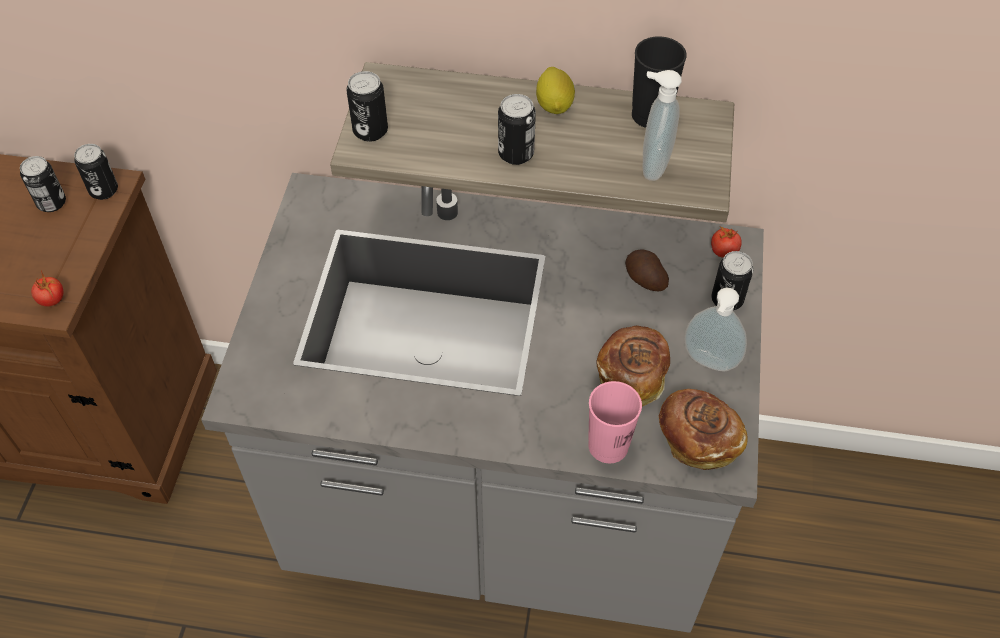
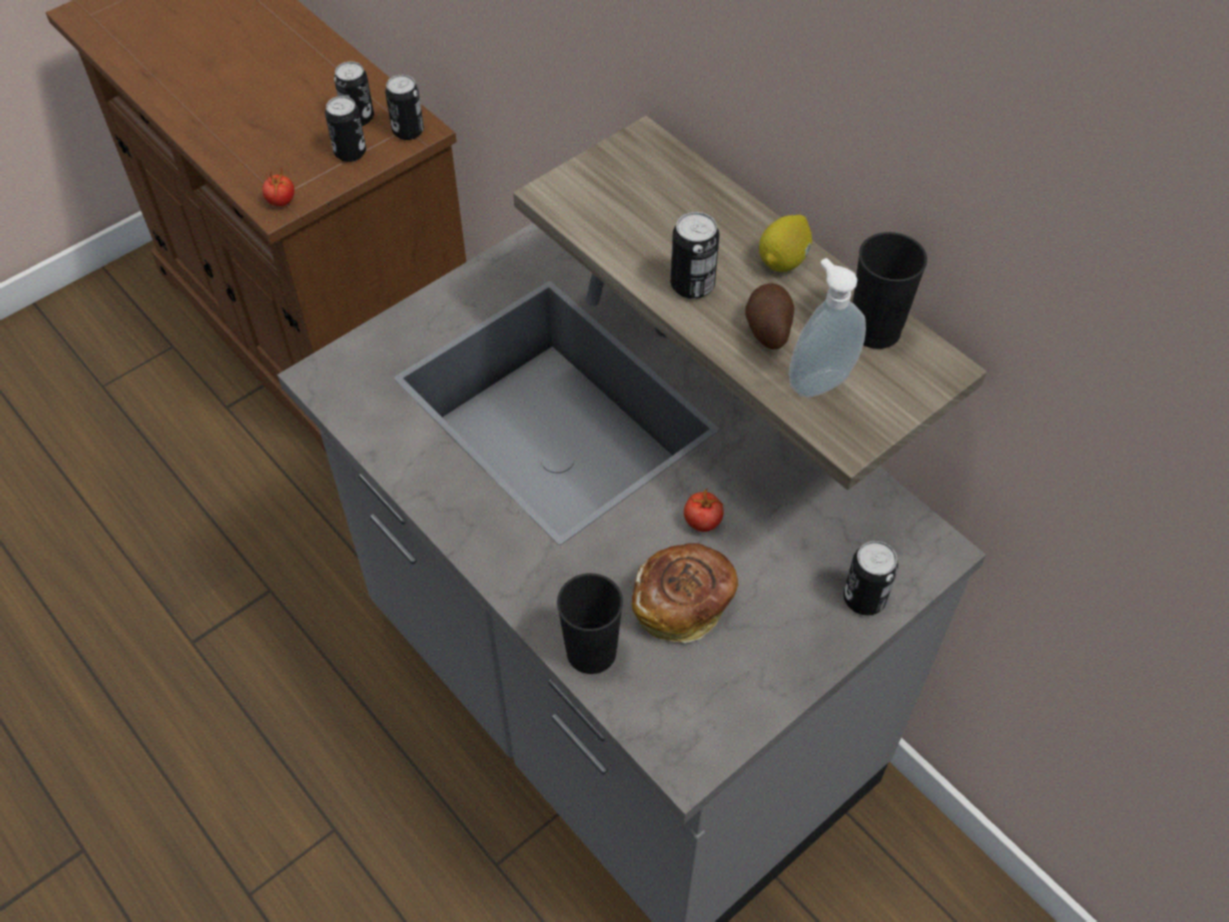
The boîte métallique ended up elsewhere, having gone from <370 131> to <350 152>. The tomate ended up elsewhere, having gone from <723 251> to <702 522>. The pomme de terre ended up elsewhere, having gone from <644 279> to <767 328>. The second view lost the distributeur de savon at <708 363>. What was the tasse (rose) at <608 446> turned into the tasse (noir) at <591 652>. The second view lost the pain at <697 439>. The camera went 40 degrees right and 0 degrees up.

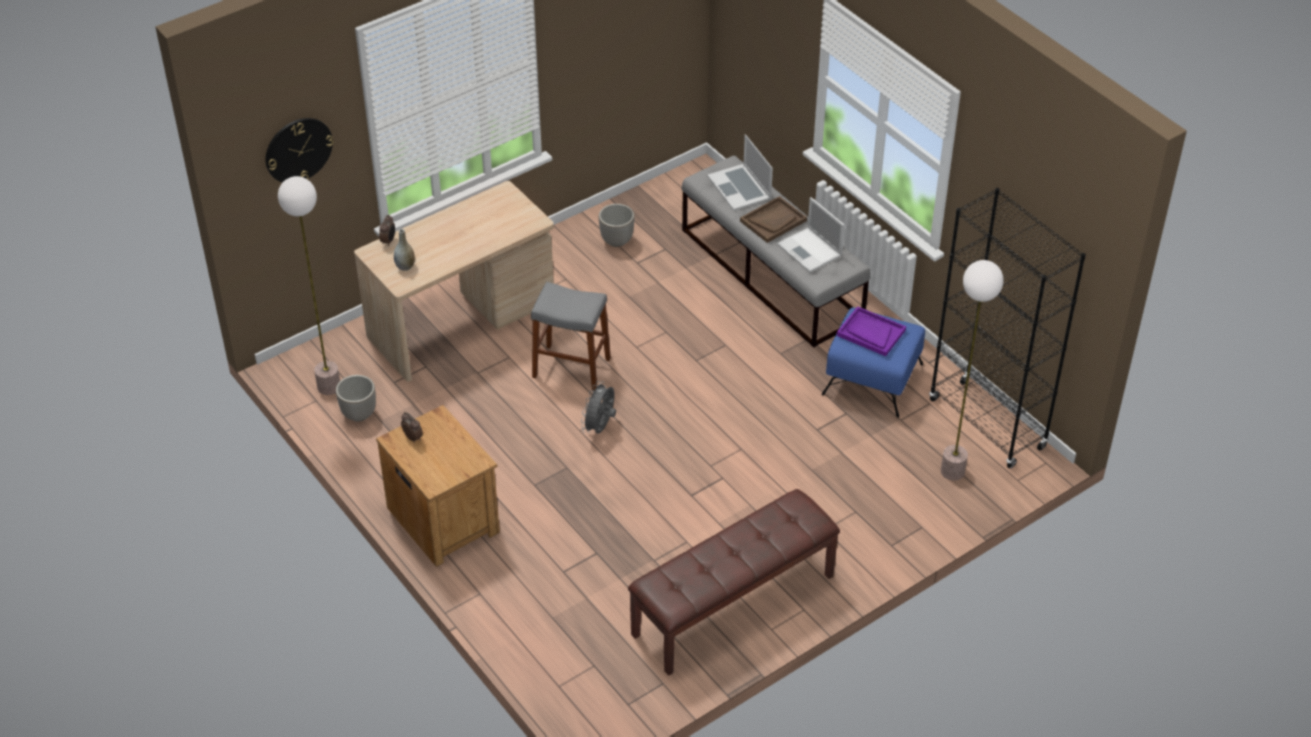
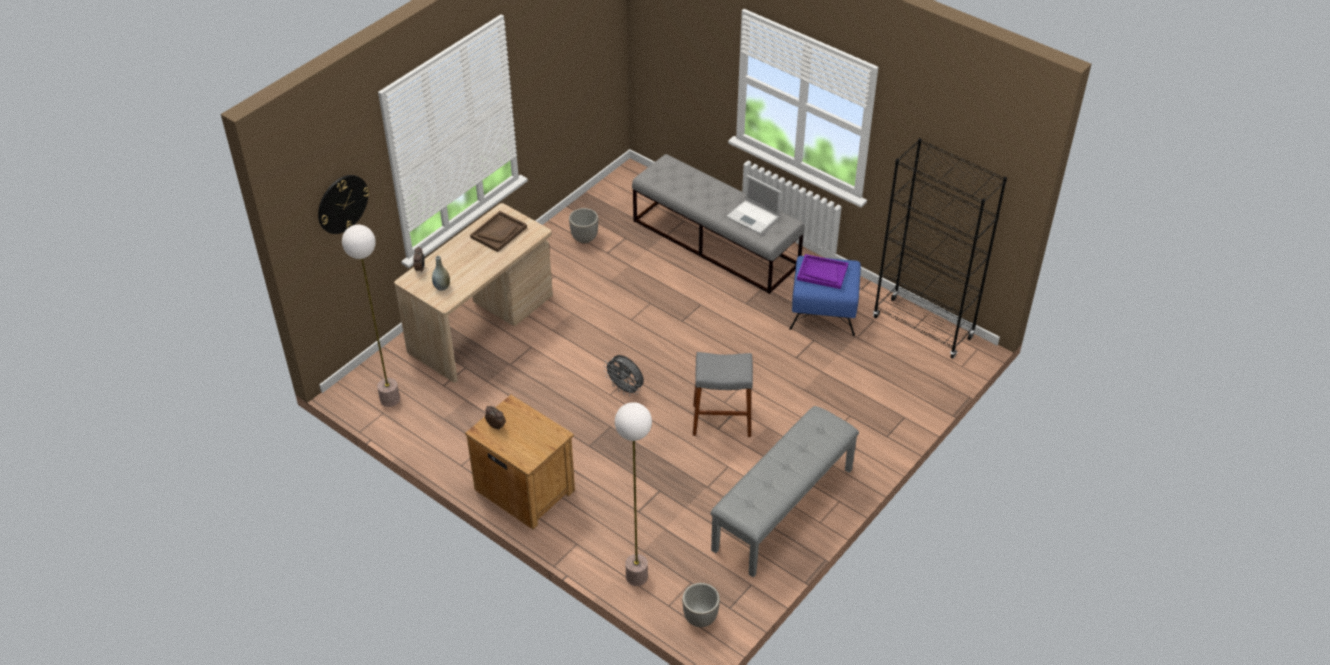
The second view lost the ordinateur portable at <739 187>. The plateau (marron) ended up elsewhere, having gone from <773 221> to <498 232>. The lampadaire ended up elsewhere, having gone from <952 471> to <636 577>. The tabouret (gris) ended up elsewhere, having gone from <571 368> to <721 420>. The cache-pot ended up elsewhere, having gone from <359 414> to <700 618>. The ventilateur (gris) at <600 427> ended up facing another way, 60 degrees counterclockwise from before. What was the banc (marron) at <733 606> turned into the banc (gris) at <783 510>. The camera went 15 degrees left and 0 degrees up.

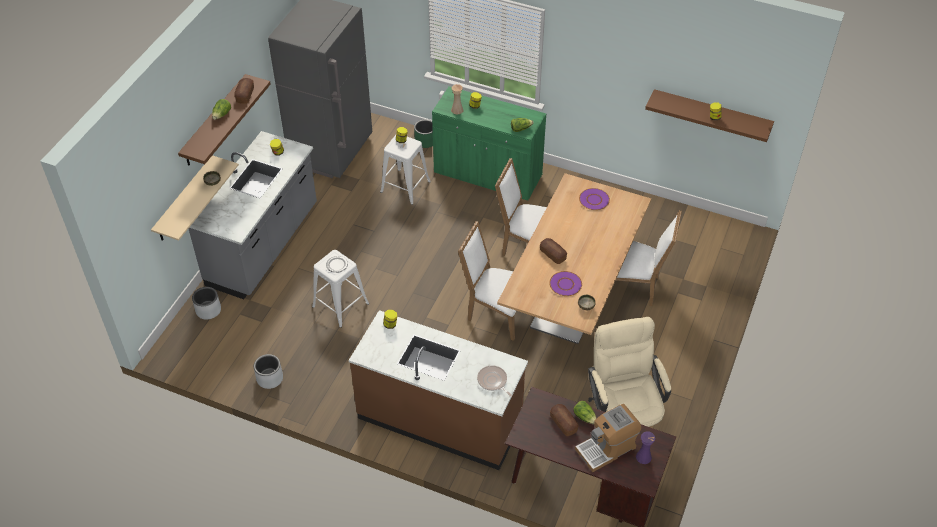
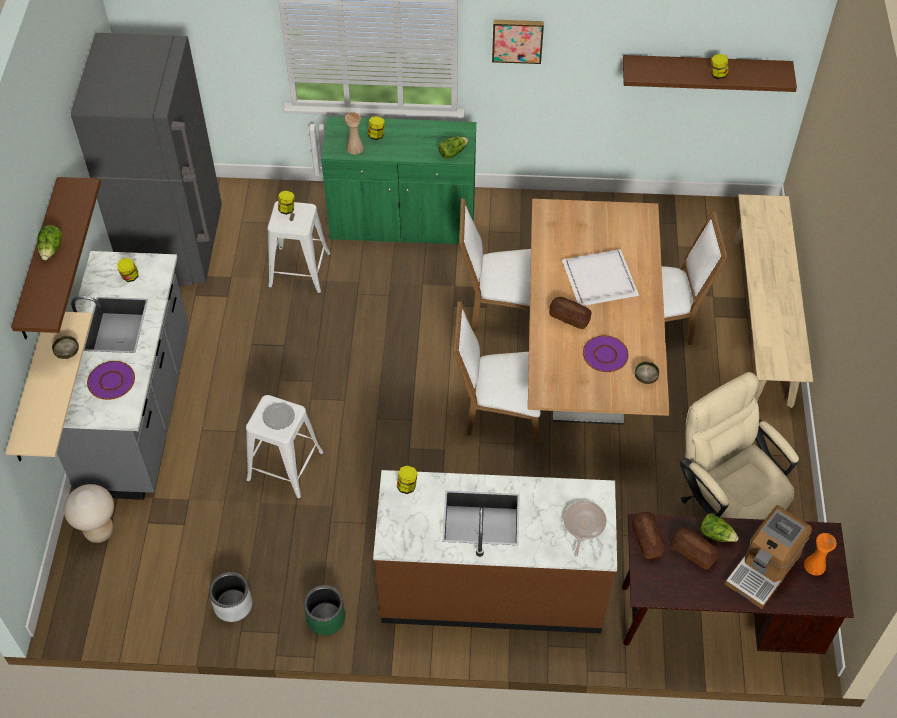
The pain ended up elsewhere, having gone from <245 95> to <646 539>. The cache-pot (vert) ended up elsewhere, having gone from <425 141> to <325 618>. The assiette (violet) ended up elsewhere, having gone from <594 200> to <111 381>. Where the cache-pot (gris) stood at <208 310>, the tabouret (beige) came to stand at <99 531>. The poêle at <493 381> ended up facing another way, 75 degrees clockwise from before. What was the vase (violet) at <643 457> turned into the vase (orange) at <814 565>. The second view gained the tableau at <517 40>. The second view gained the banc (beige) at <762 319>. The second view gained the plateau (blanc) at <601 280>. The camera went 20 degrees left and 5 degrees up.

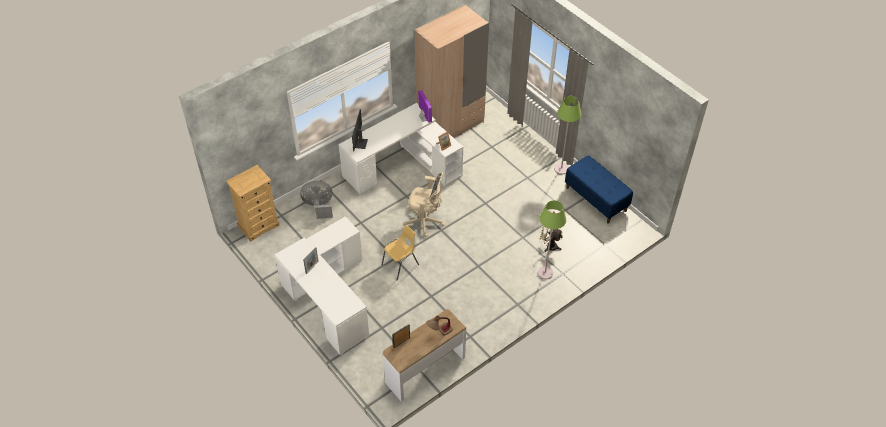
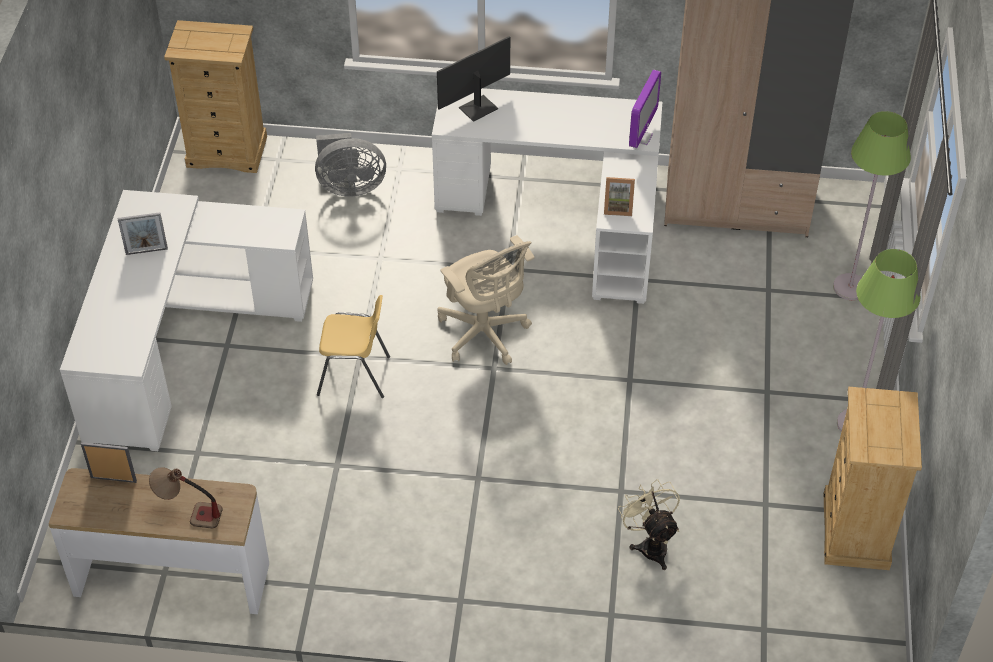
Where the banc (bleu) stood at <596 199>, the commode (beige) came to stand at <856 531>. The ventilateur (gris) at <319 207> ended up facing another way, 135 degrees clockwise from before. The lampadaire (vert) ended up elsewhere, having gone from <545 273> to <850 287>. The camera went 45 degrees right and 0 degrees up.

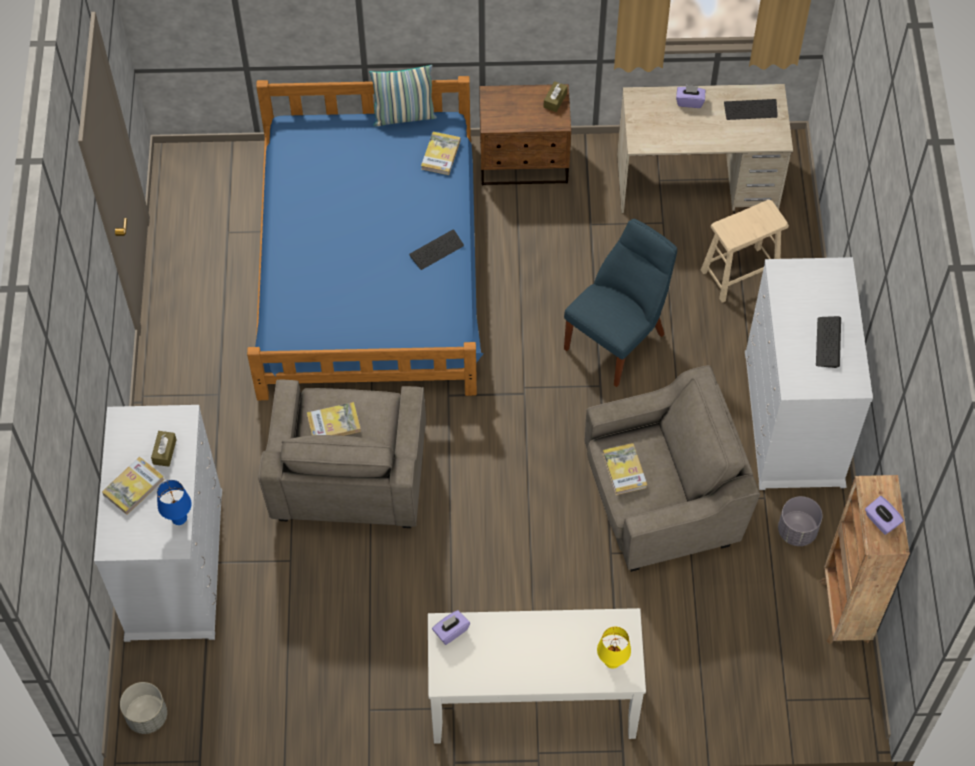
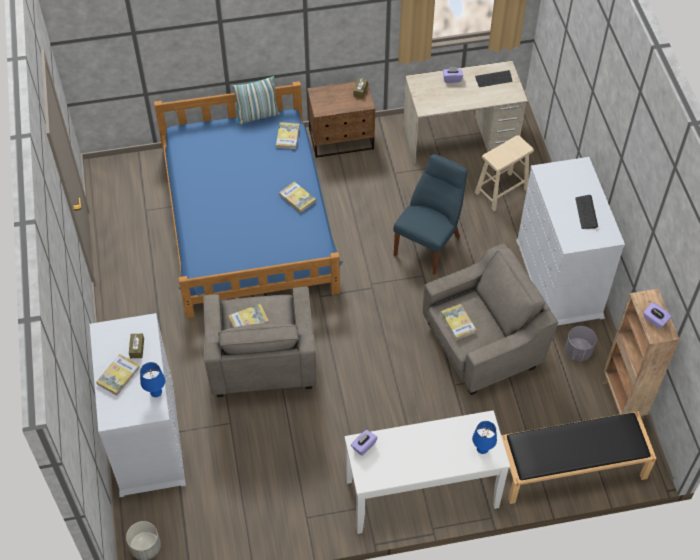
Where the clavier stood at <436 250>, the livre came to stand at <297 198>. What was the lampe de table (jaune) at <612 662> turned into the lampe de table (bleu) at <482 449>. The second view gained the banc (noir) at <570 468>. The camera went 10 degrees left and 5 degrees down.

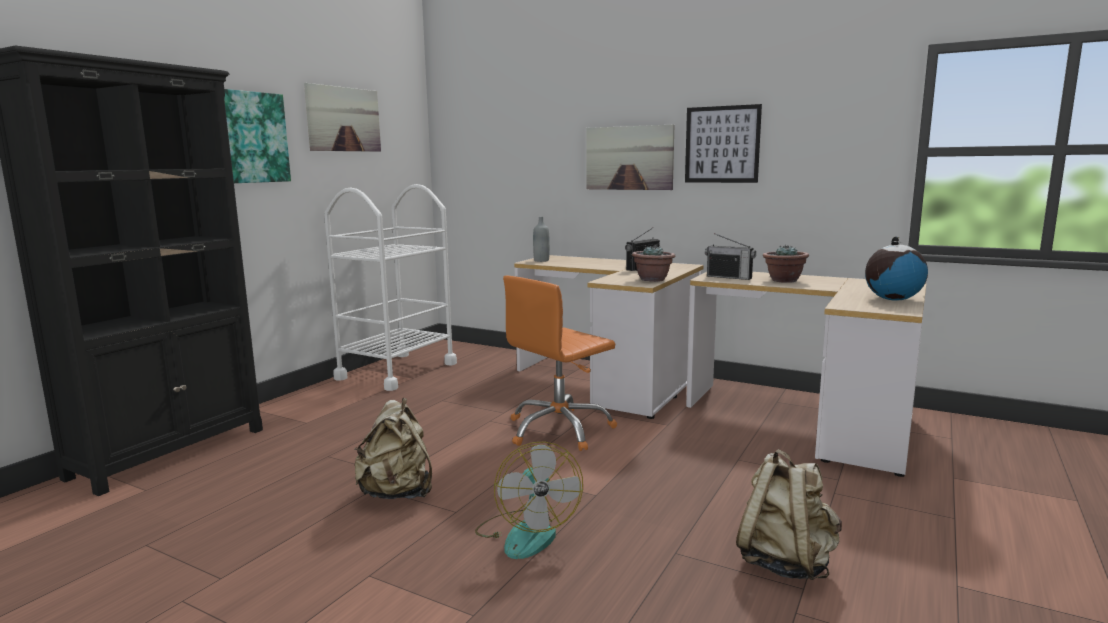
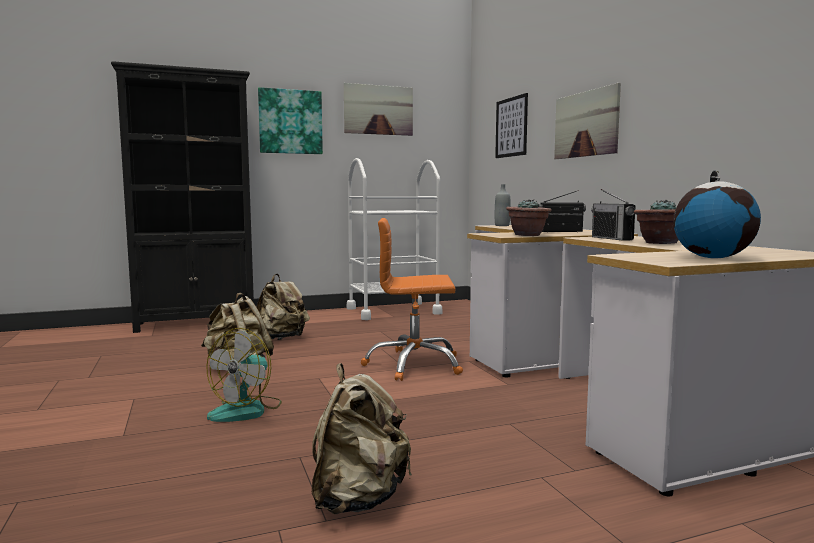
The tableau ended up elsewhere, having gone from <722 144> to <511 127>. The second view gained the sac à dos (beige) at <281 339>. The camera went 40 degrees right and 5 degrees down.

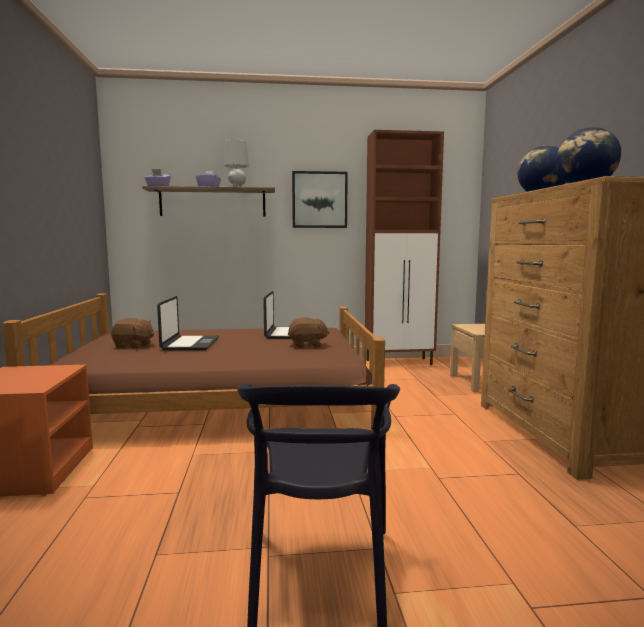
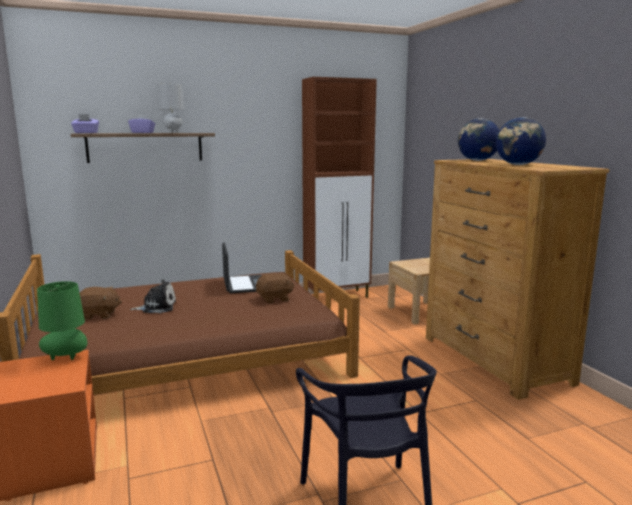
The second view lost the tableau at <319 200>. Where the ordinateur portable stood at <190 344>, the peluche came to stand at <157 307>. The second view gained the lampe de table (vert) at <66 358>. The camera went 15 degrees left and 5 degrees up.

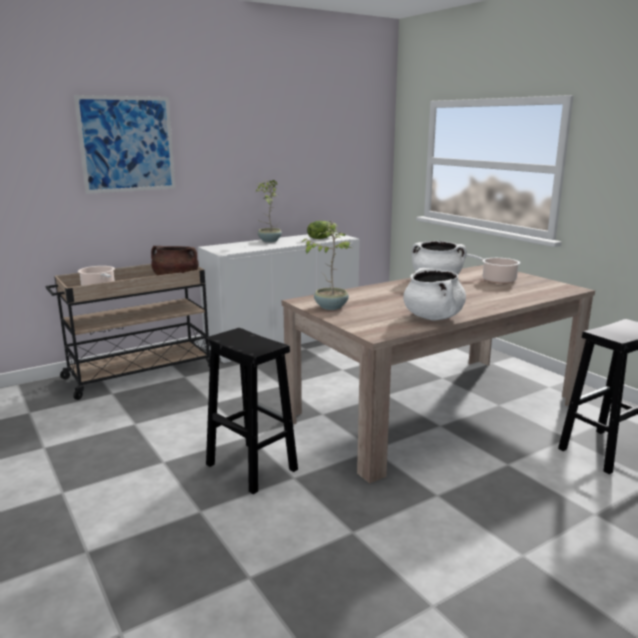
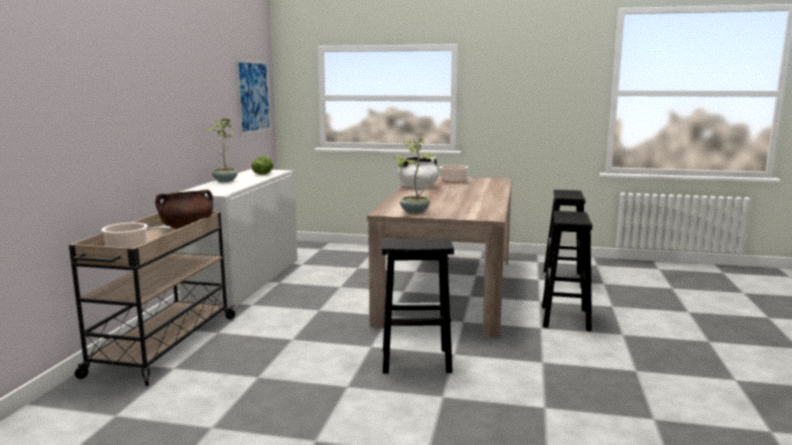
The tableau ended up elsewhere, having gone from <127 144> to <253 96>. The second view lost the marmite (blanc) at <433 317>. The second view gained the tabouret (noir) at <565 318>. The camera went 45 degrees left and 5 degrees down.

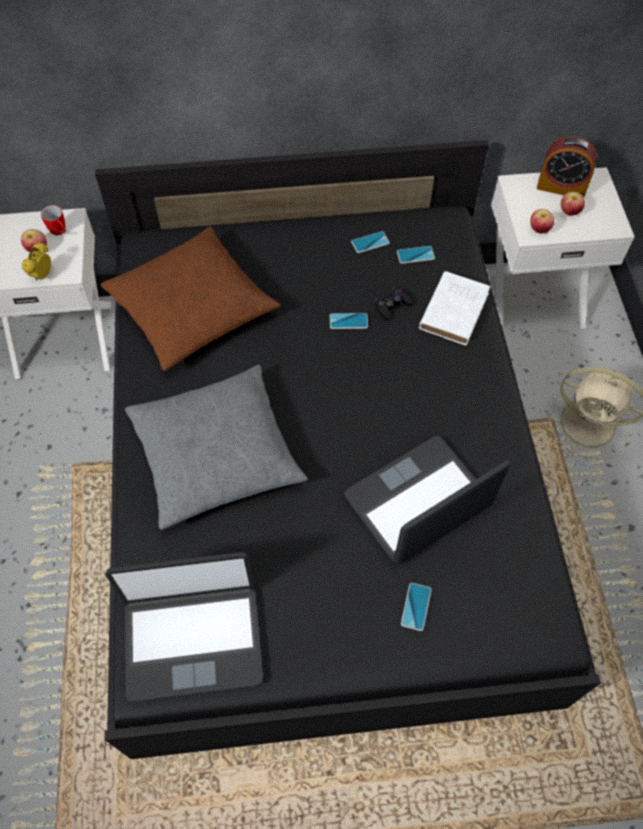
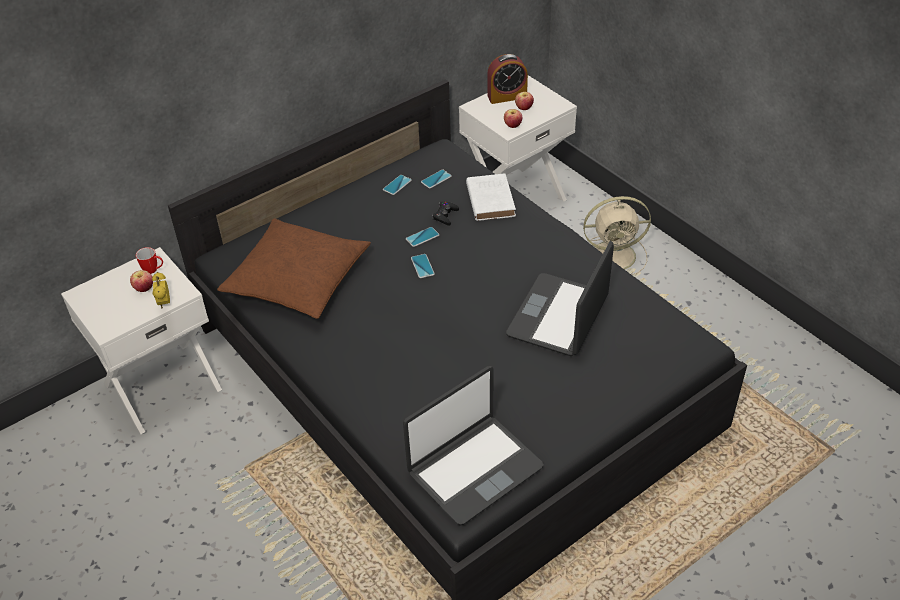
The second view lost the coussin (gris) at <215 454>. The téléphone ended up elsewhere, having gone from <416 606> to <422 266>. The camera went 30 degrees left and 15 degrees down.

